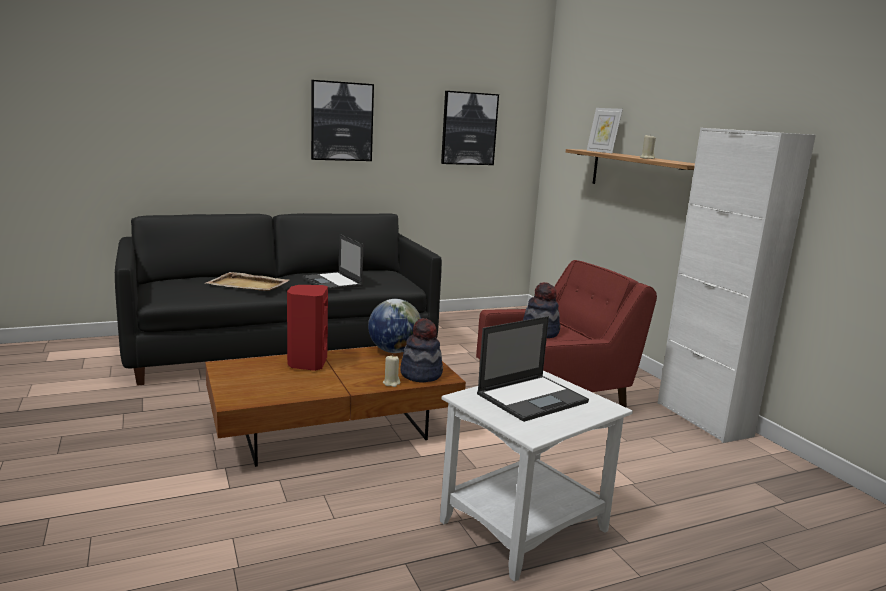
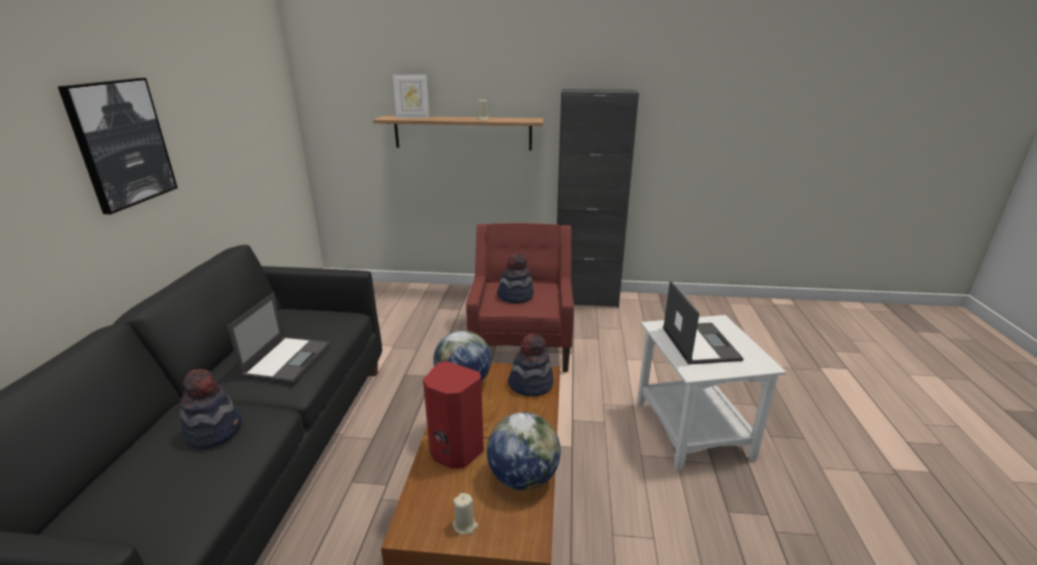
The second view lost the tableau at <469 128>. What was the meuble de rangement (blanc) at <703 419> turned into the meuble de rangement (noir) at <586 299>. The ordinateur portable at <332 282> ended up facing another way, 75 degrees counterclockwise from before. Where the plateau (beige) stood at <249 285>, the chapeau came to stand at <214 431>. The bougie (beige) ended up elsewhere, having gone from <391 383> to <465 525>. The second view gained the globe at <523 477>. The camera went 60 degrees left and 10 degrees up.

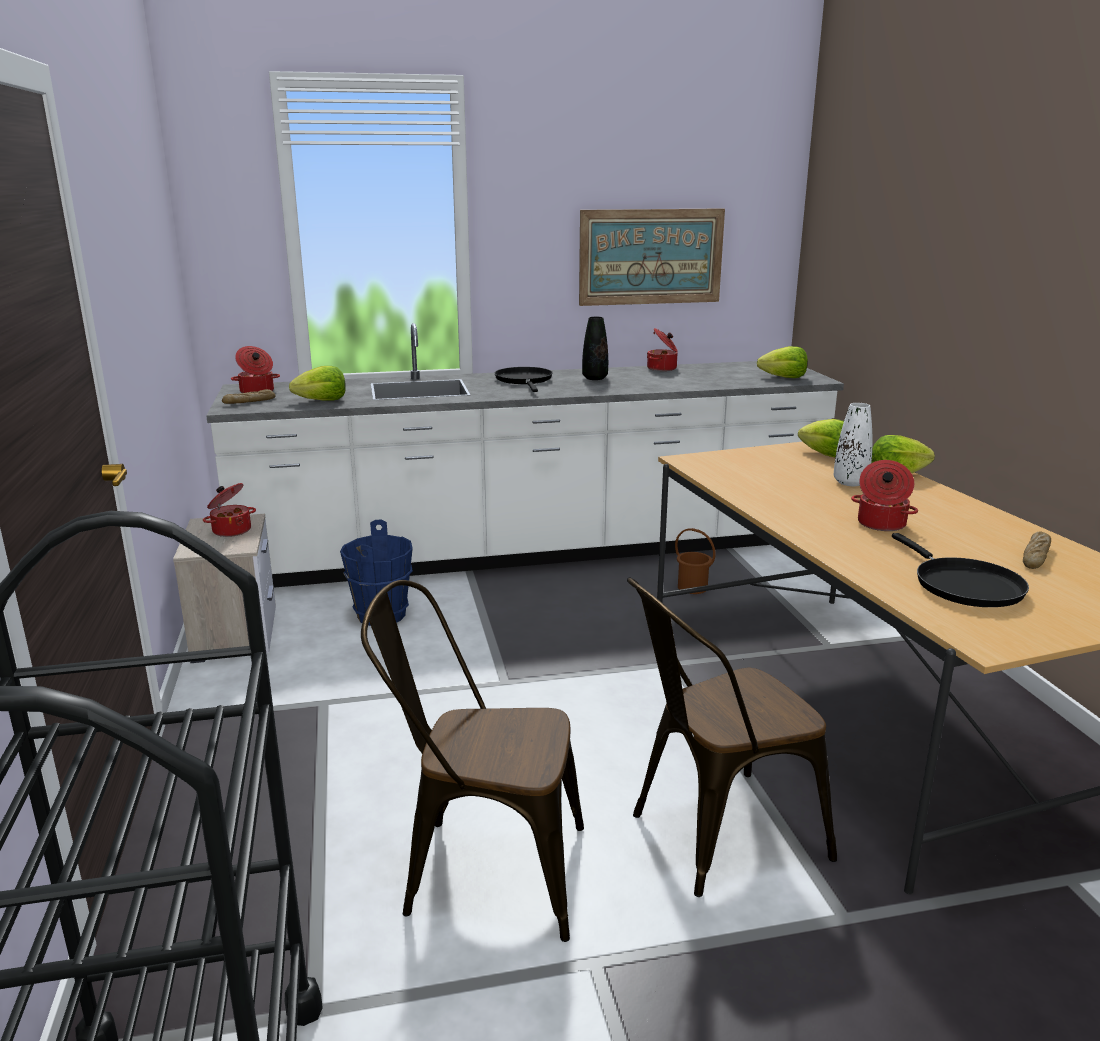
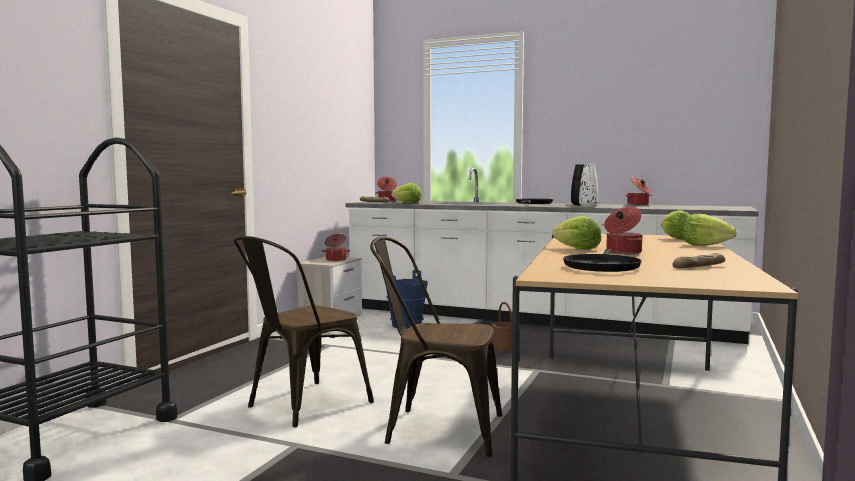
The second view lost the tableau at <651 257>. The laitue ended up elsewhere, having gone from <784 377> to <577 248>. The vase (blanc) ended up elsewhere, having gone from <850 482> to <588 206>. The seau (marron) ended up elsewhere, having gone from <692 587> to <505 348>. The chaise (marron) at <481 870> ended up facing another way, 90 degrees counterclockwise from before. The camera went 35 degrees right and 15 degrees down.

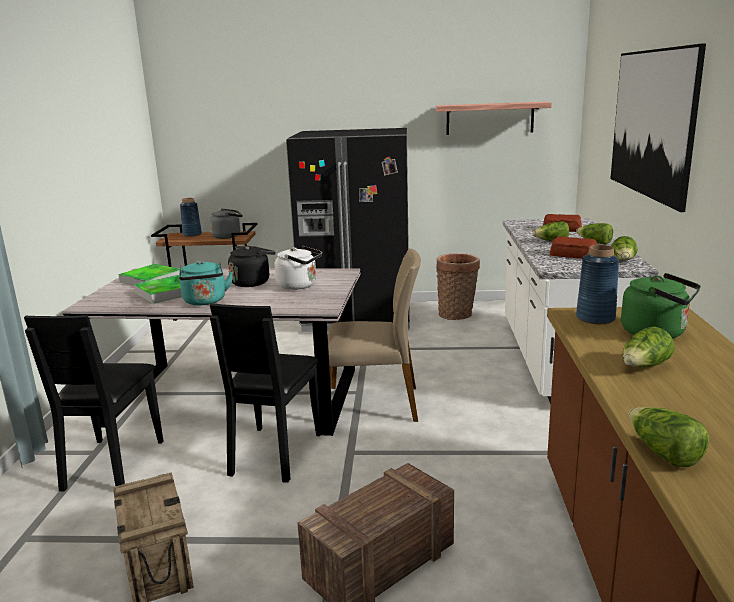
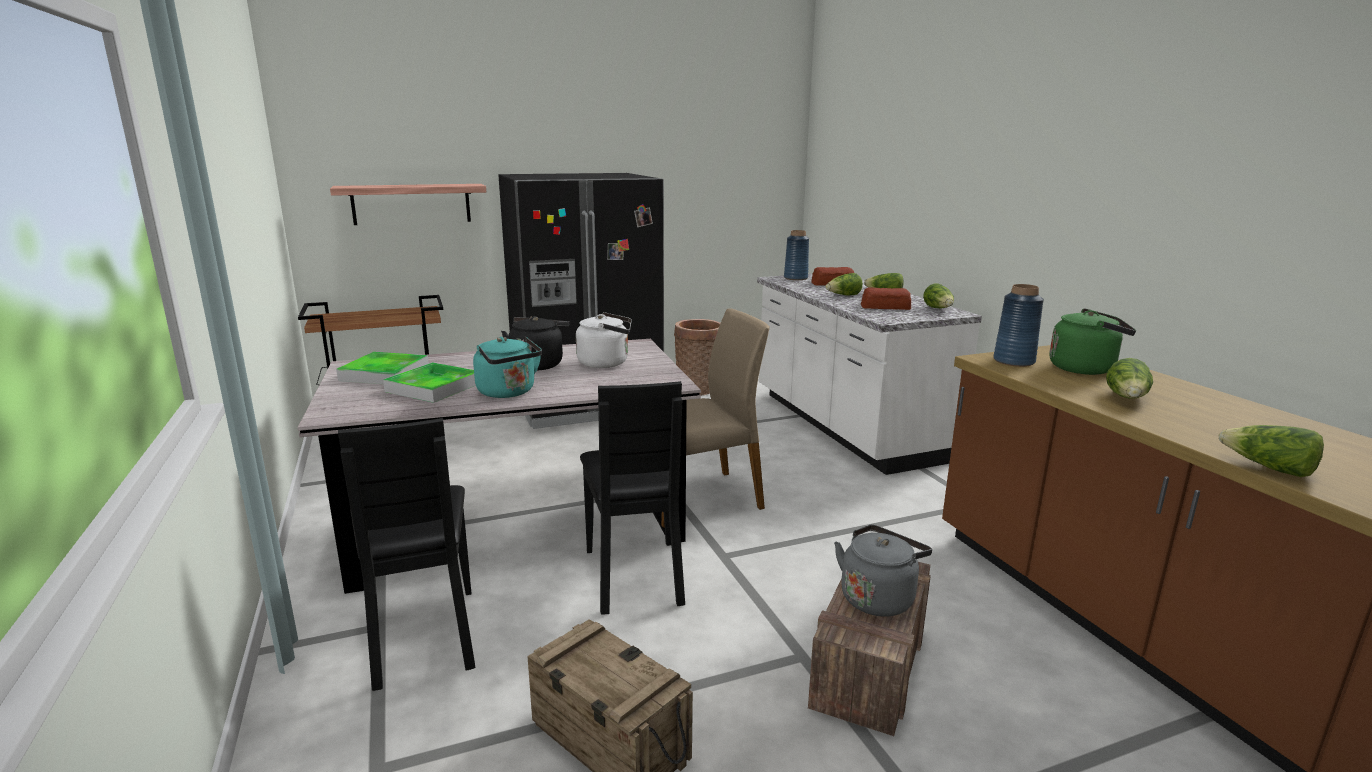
The second view lost the tableau at <651 123>. The étagère ended up elsewhere, having gone from <489 118> to <411 204>. The vase (bleu) ended up elsewhere, having gone from <192 234> to <795 278>. The bouilloire (gris) ended up elsewhere, having gone from <228 236> to <878 597>. The camera went 25 degrees left and 0 degrees up.

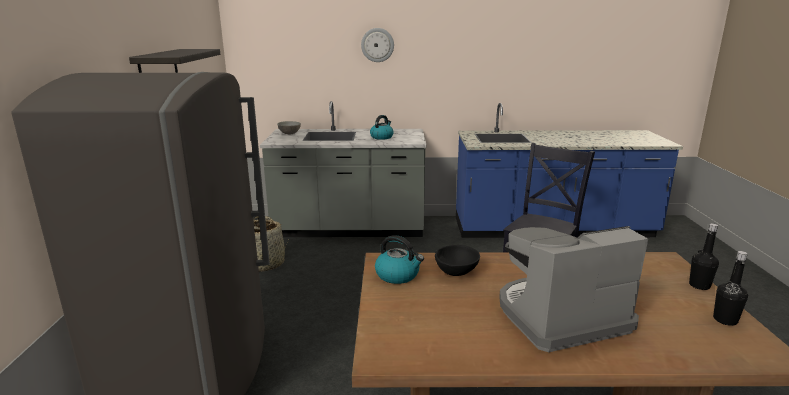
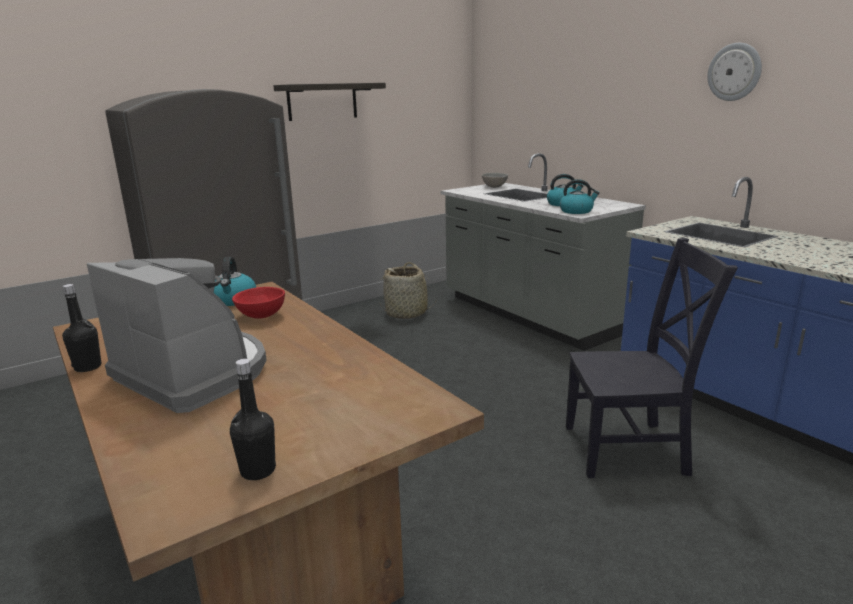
The horloge murale ended up elsewhere, having gone from <377 45> to <734 72>. The bouteille (noir) ended up elsewhere, having gone from <699 285> to <88 367>. What was the bol (noir) at <457 273> turned into the bol (rouge) at <261 316>. The second view gained the bouilloire at <576 211>. The camera went 55 degrees right and 0 degrees up.

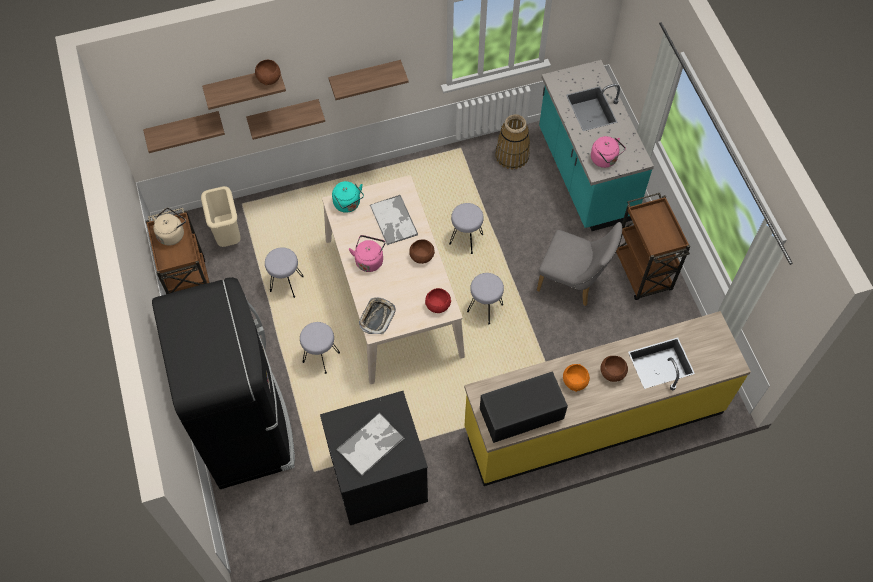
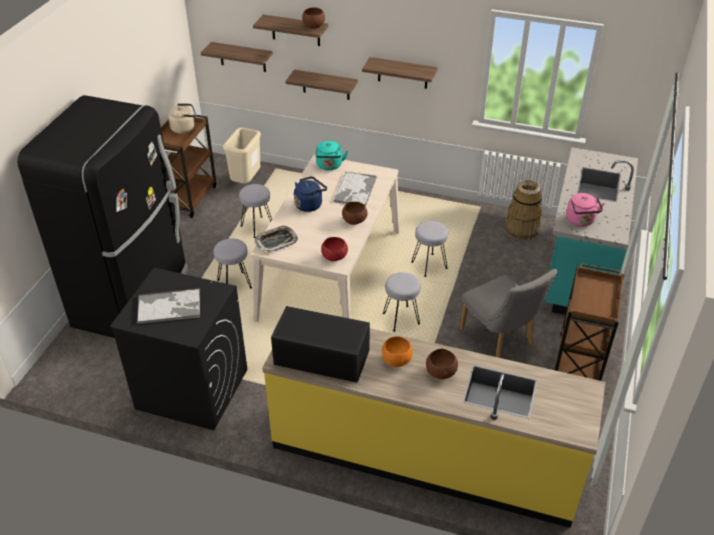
What was the bouilloire (rose) at <369 260> turned into the bouilloire (bleu) at <309 204>. The camera went 35 degrees right and 20 degrees down.

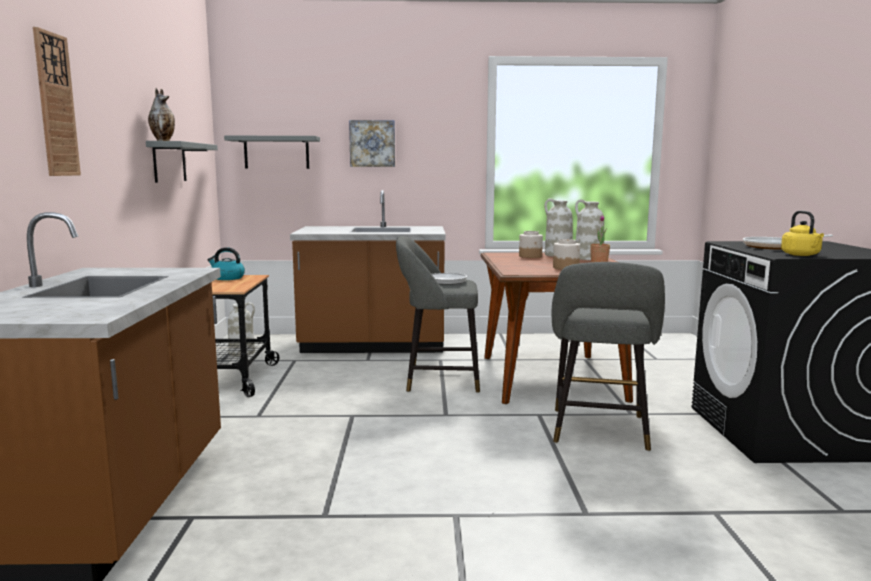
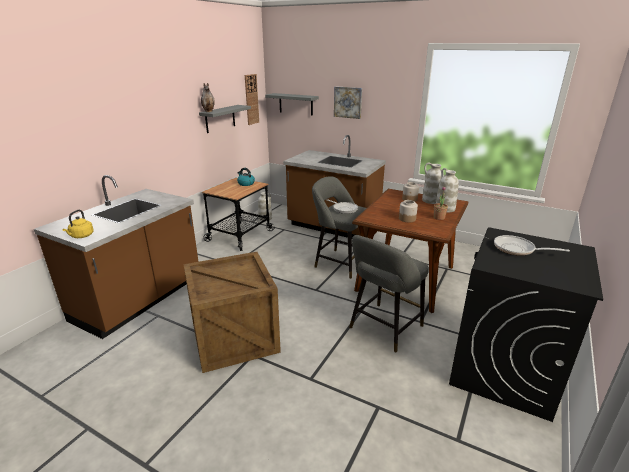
The horloge murale ended up elsewhere, having gone from <56 105> to <251 99>. The bouilloire (jaune) ended up elsewhere, having gone from <801 255> to <81 236>. The second view gained the caisse at <236 338>. The camera went 30 degrees right and 15 degrees up.

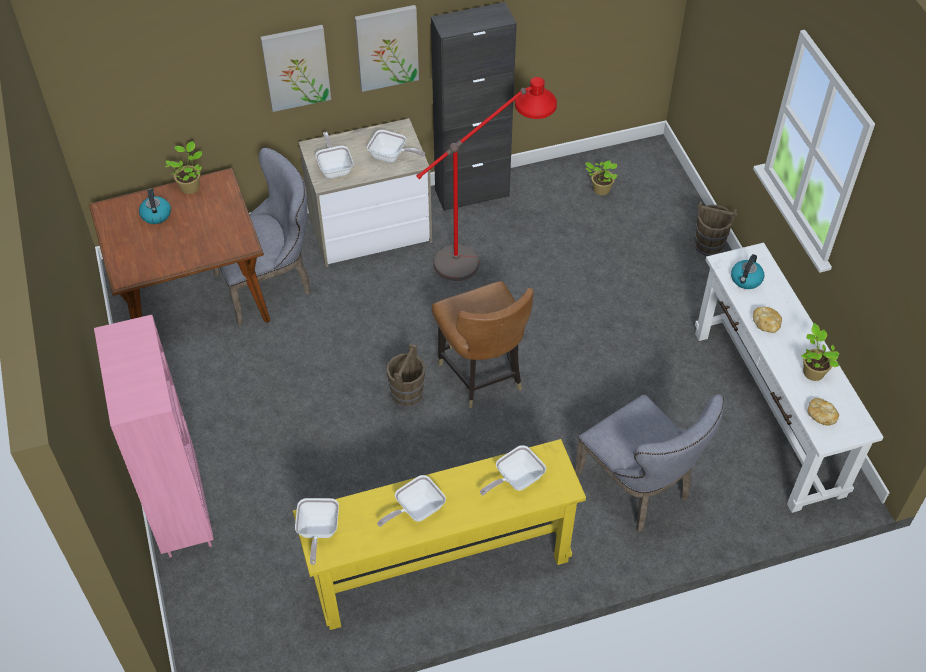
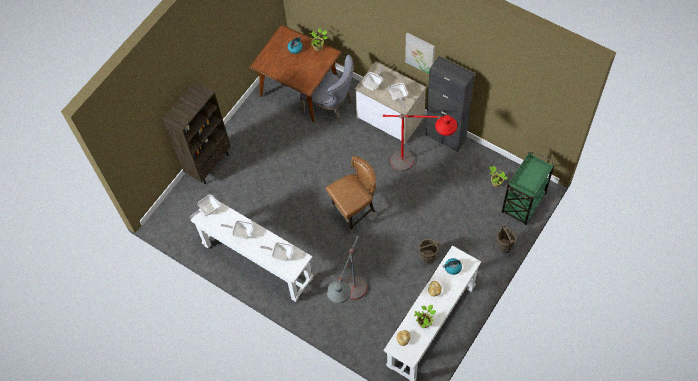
The second view lost the tableau at <296 67>. The chaise (marron) at <482 374> ended up facing another way, 150 degrees counterclockwise from before. What was the bibliothèque (rose) at <181 514> turned into the bibliothèque (marron) at <209 164>. The seau (marron) ended up elsewhere, having gone from <407 395> to <427 257>. Where the chaise (gris) stood at <639 489>, the lampadaire (gris) came to stand at <350 304>. What was the table console (jaune) at <441 567> turned into the table console (blanc) at <258 262>. The second view gained the chariot (vert) at <523 204>. The camera went 55 degrees right and 10 degrees up.

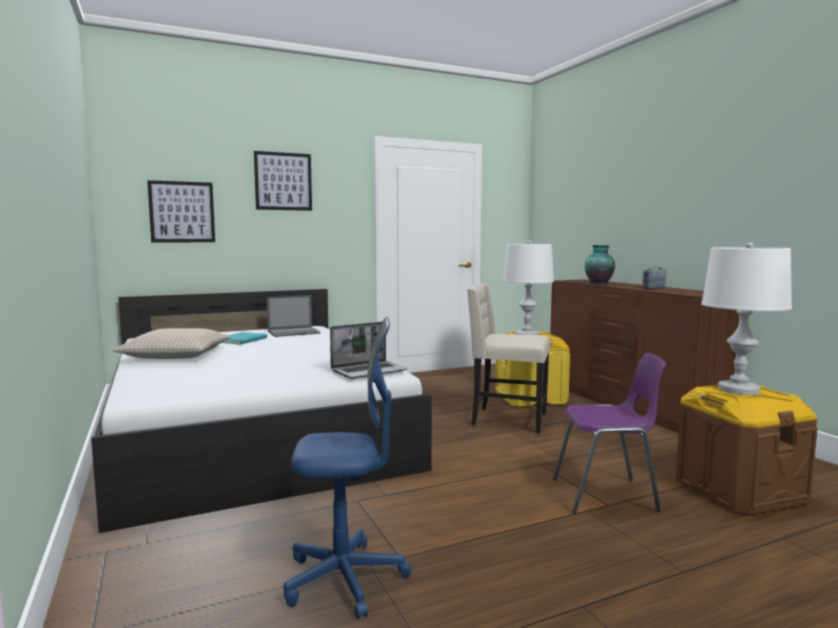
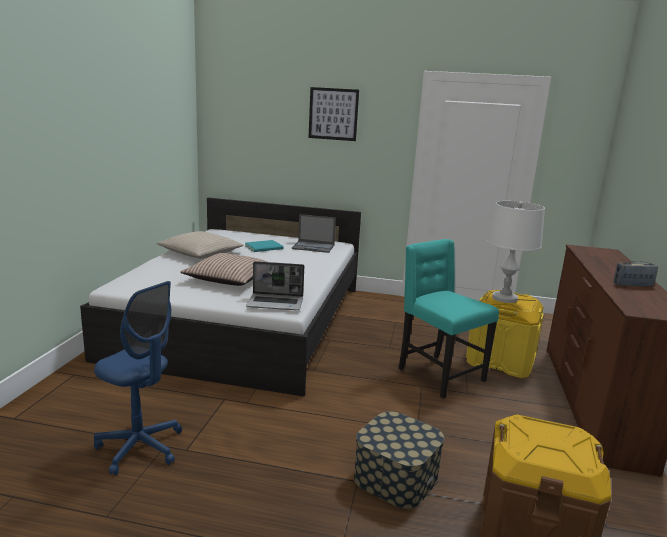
The second view lost the tableau at <182 212>. The second view lost the lampe de table (blanc) at <738 390>. The second view lost the vase at <599 283>. What was the chaise (beige) at <507 420> turned into the chaise (turquoise) at <438 375>. Where the chaise (violet) stood at <607 495>, the boîte de rangement came to stand at <396 477>. The second view gained the coussin at <229 279>. The camera went 35 degrees right and 10 degrees up.

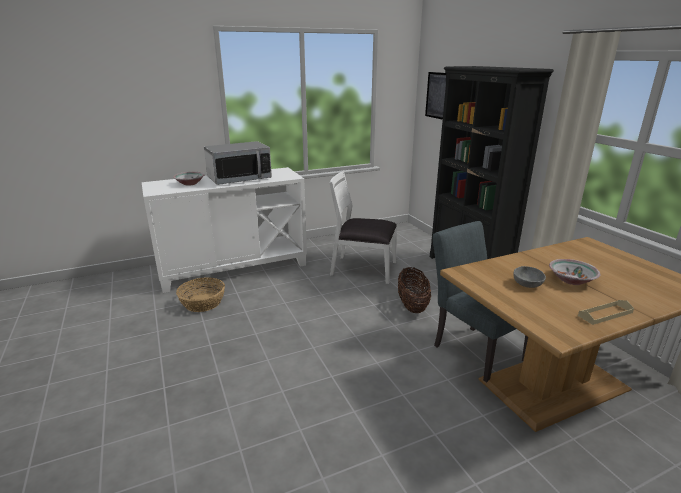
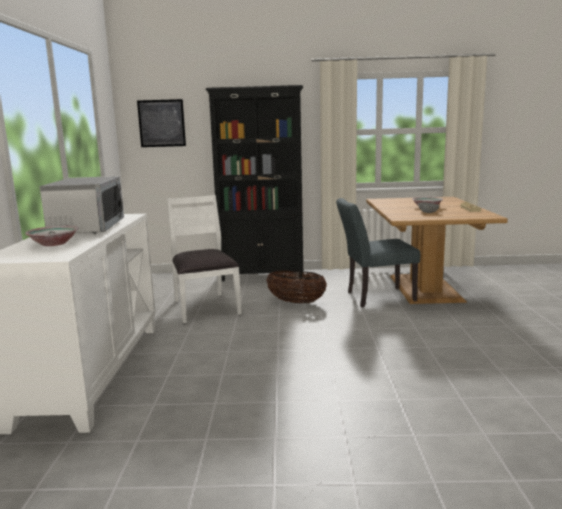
The chaise (blanc) at <363 269> ended up facing another way, 120 degrees clockwise from before. The second view lost the panier at <202 303>. The camera went 65 degrees left and 10 degrees down.

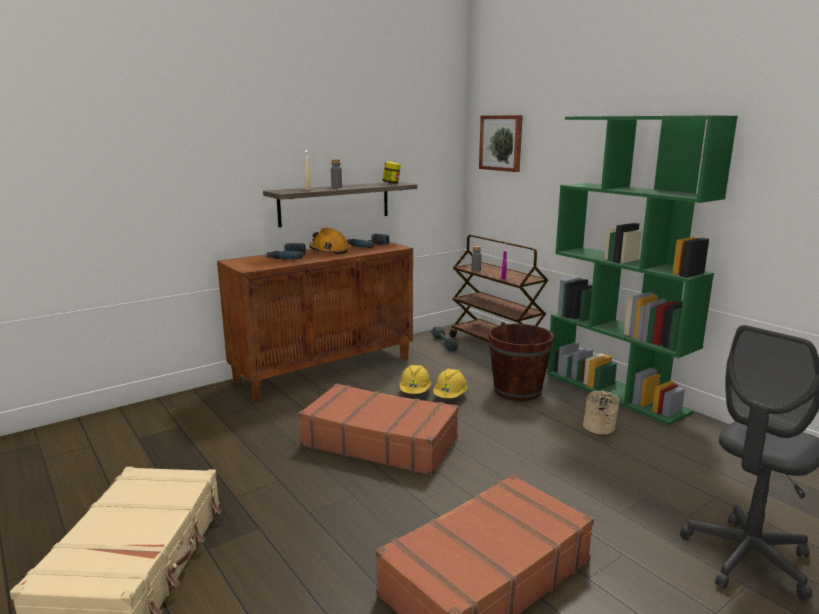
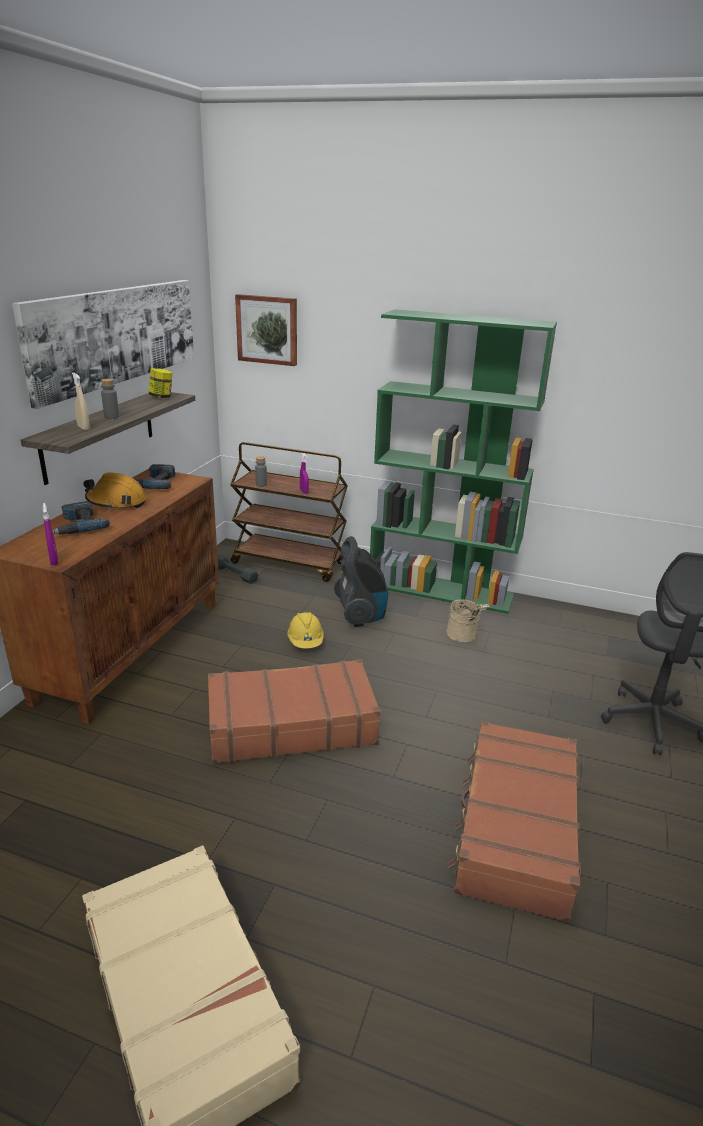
Where the seau (marron) stood at <517 390>, the aspirateur came to stand at <360 614>. The second view lost the casque de chantier (jaune) at <415 392>. The second view gained the tableau at <116 335>. The second view gained the vaporisateur (violet) at <54 561>. The camera went 35 degrees left and 10 degrees up.

